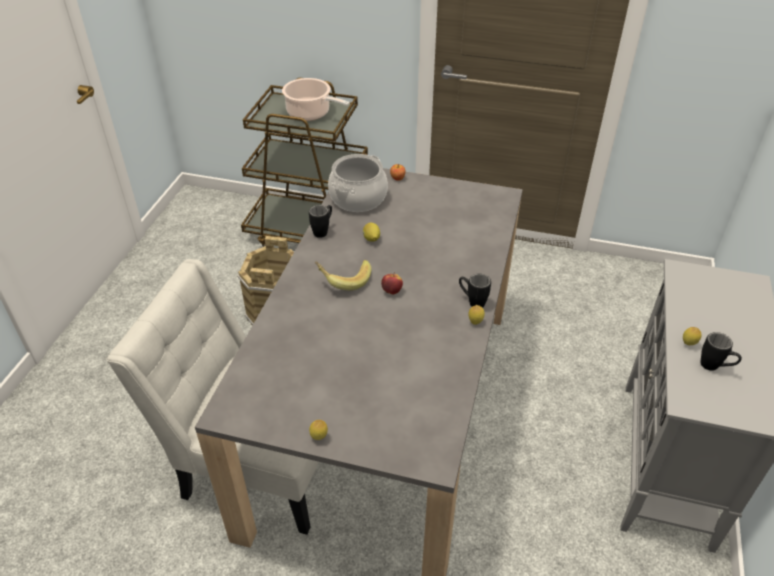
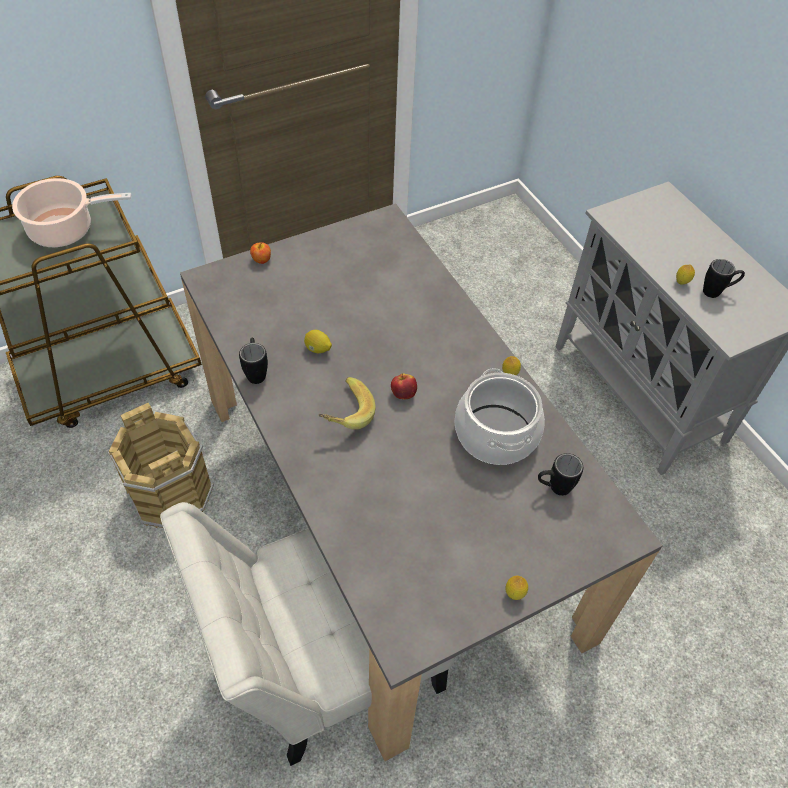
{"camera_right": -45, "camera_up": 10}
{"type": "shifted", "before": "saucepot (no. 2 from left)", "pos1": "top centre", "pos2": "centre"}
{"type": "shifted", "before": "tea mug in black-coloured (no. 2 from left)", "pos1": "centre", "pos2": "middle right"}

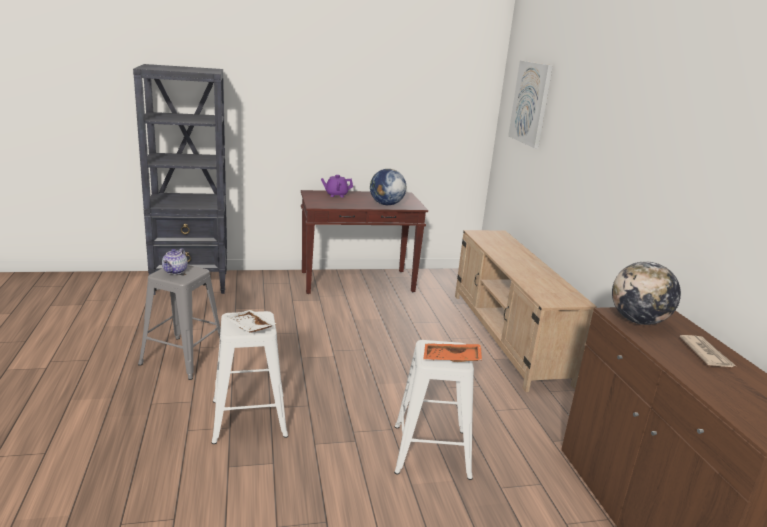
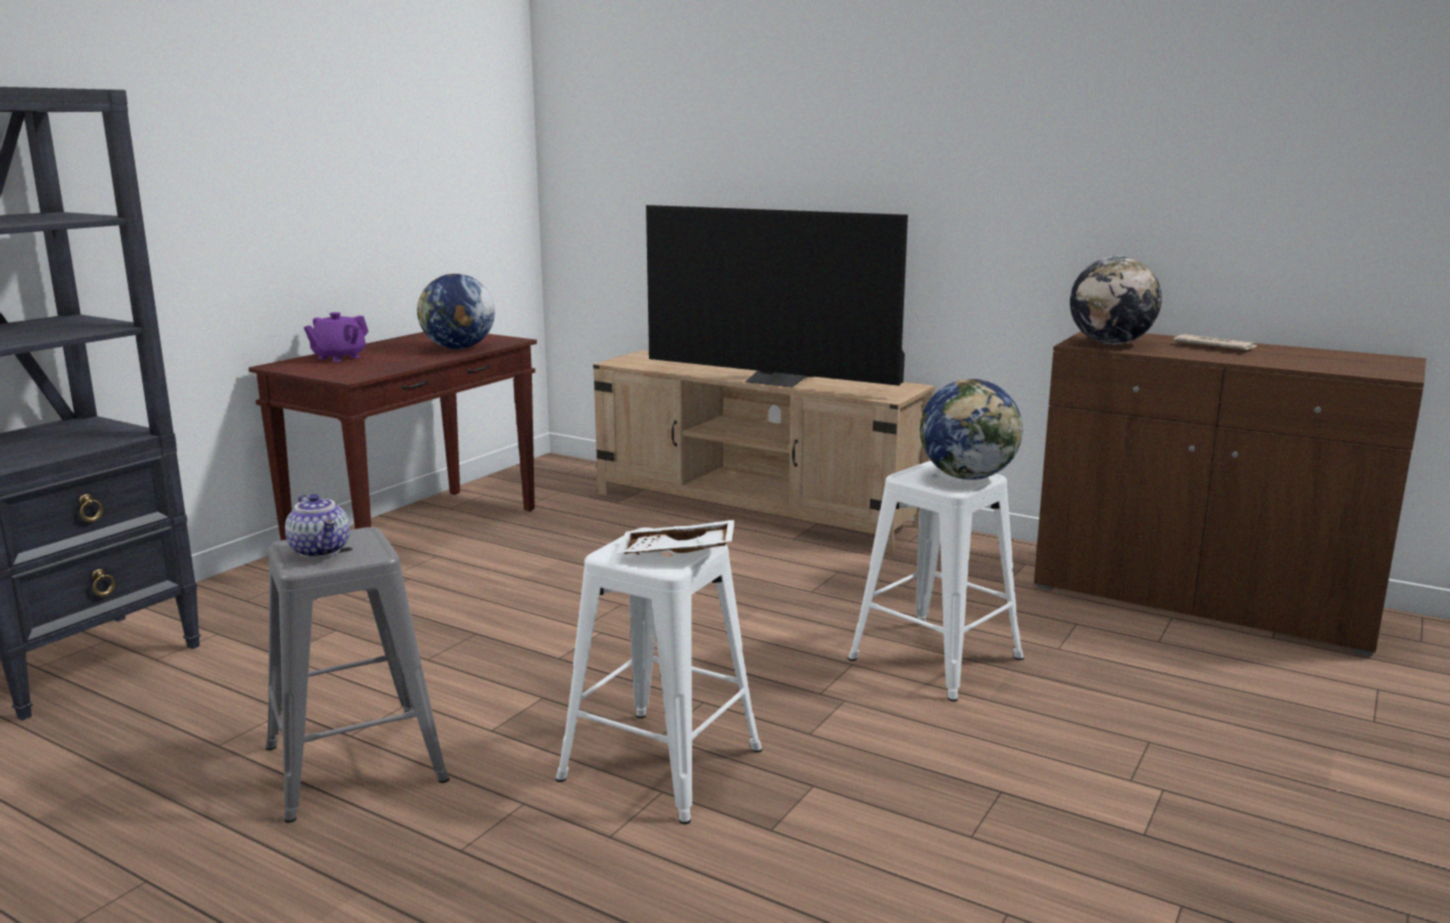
{"camera_right": -45, "camera_up": -5}
{"type": "swapped", "before": "serving tray in orange", "after": "desk globe (no. 2 from left)", "pos1": "bottom centre", "pos2": "middle right"}
{"type": "gone", "before": "wall art", "pos1": "top right"}
{"type": "new", "after": "TV", "pos2": "top centre"}

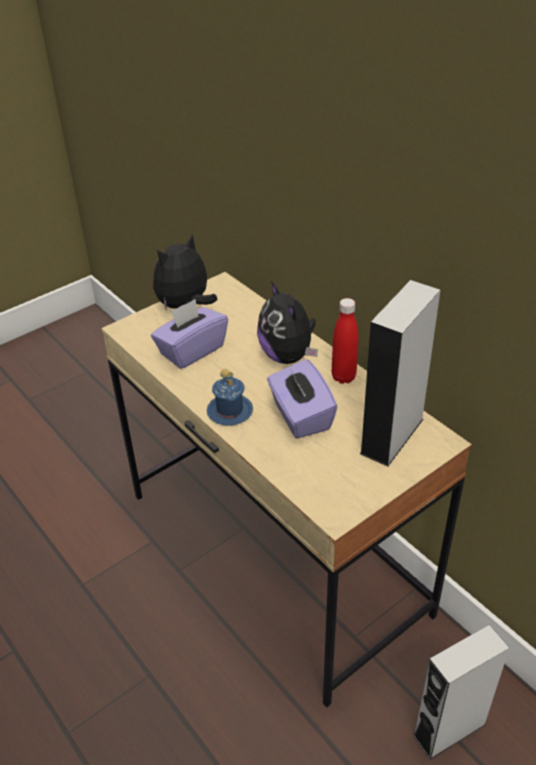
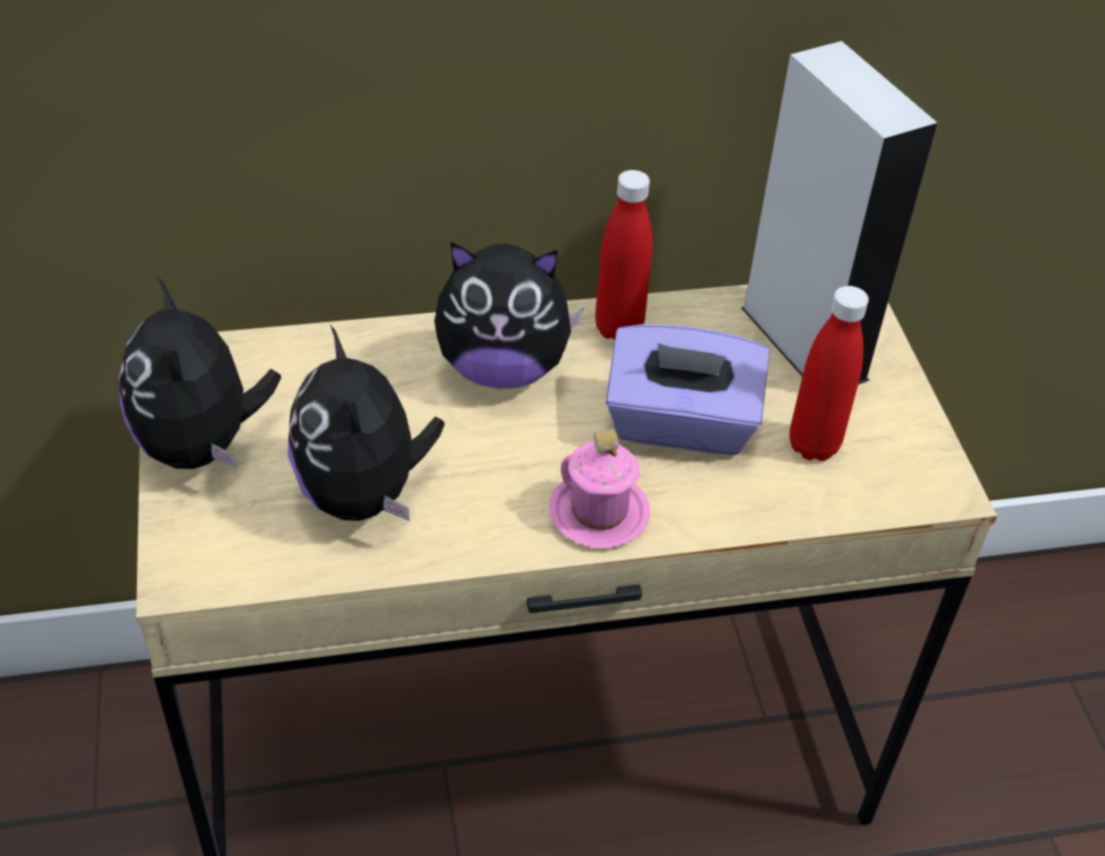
{"camera_right": -65, "camera_up": 5}
{"type": "swapped", "before": "tissue holder in purple-coloured (no. 1 from left)", "after": "soft toy (no. 2 from left)", "pos1": "centre", "pos2": "middle left"}
{"type": "repainted", "before": "tea mug in blue-coloured", "after": "tea mug in pink", "pos1": "centre", "pos2": "centre"}
{"type": "gone", "before": "audio speaker in greyish (no. 2 from left)", "pos1": "bottom right"}
{"type": "new", "after": "bottle in reddish (no. 2 from left)", "pos2": "middle right"}

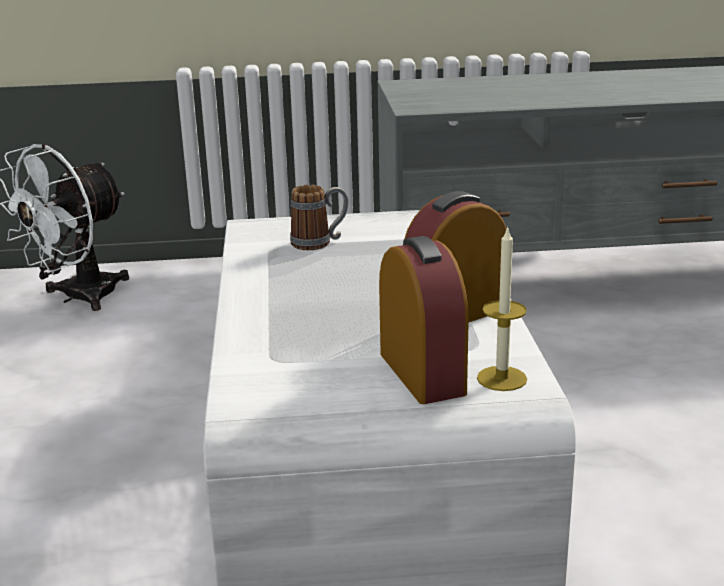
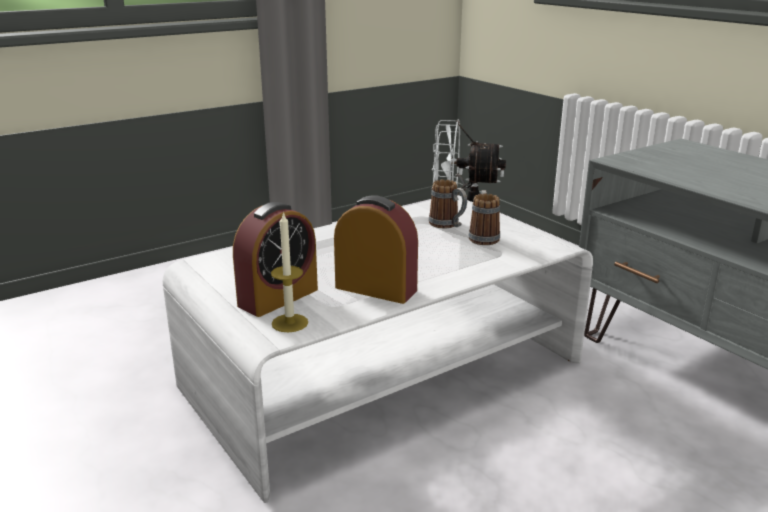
{"camera_right": 60, "camera_up": 0}
{"type": "new", "after": "tea mug (no. 2 from left)", "pos2": "centre"}

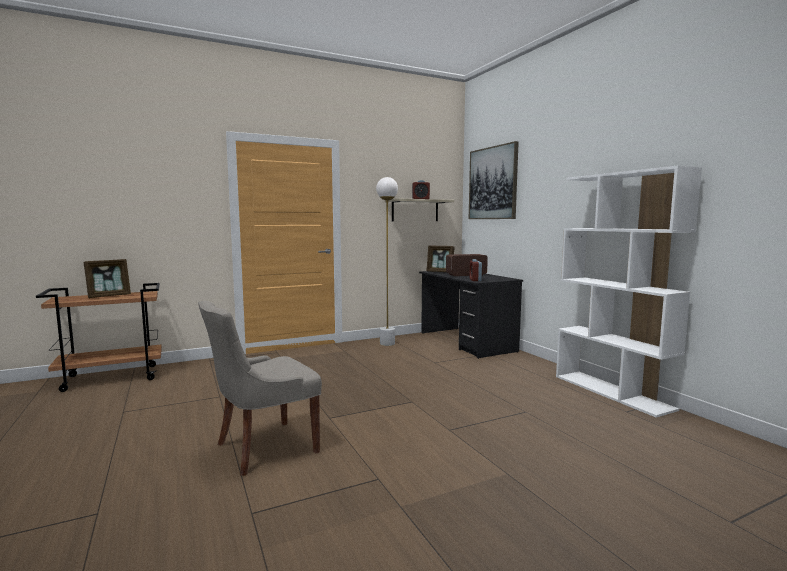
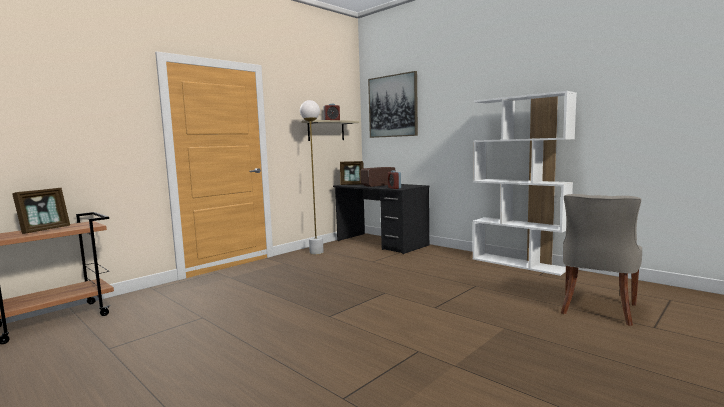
{"camera_right": -20, "camera_up": 0}
{"type": "shifted", "before": "chair in greyish", "pos1": "bottom left", "pos2": "middle right"}

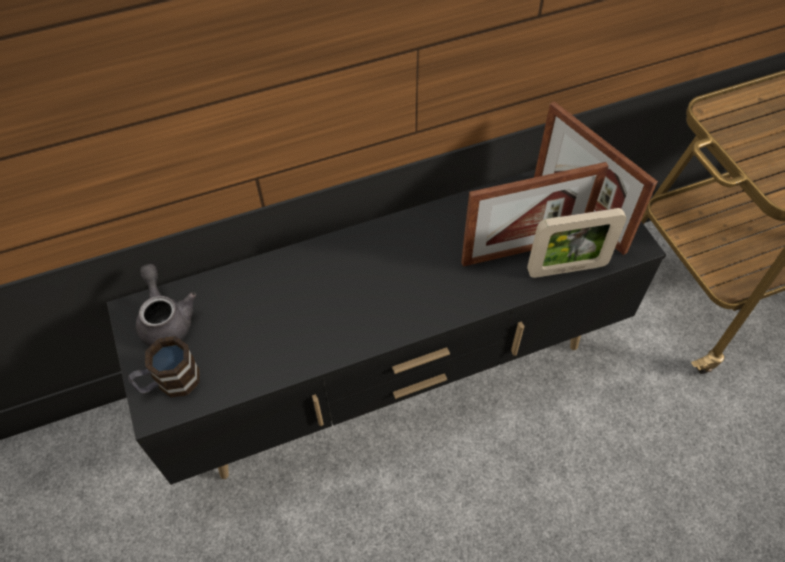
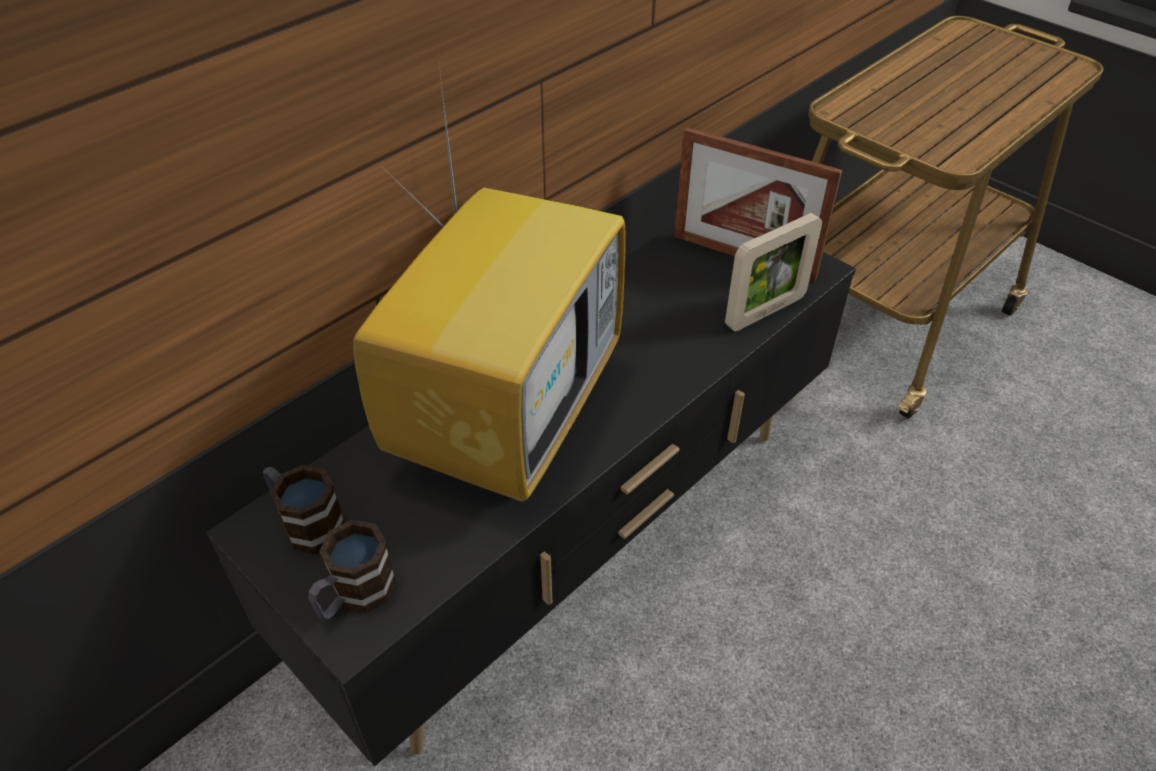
{"camera_right": -25, "camera_up": -10}
{"type": "swapped", "before": "pot for tea in greyish", "after": "tea mug (no. 1 from left)", "pos1": "middle left", "pos2": "middle left"}
{"type": "gone", "before": "standing frame (no. 1 from left)", "pos1": "middle right"}
{"type": "new", "after": "TV", "pos2": "centre"}

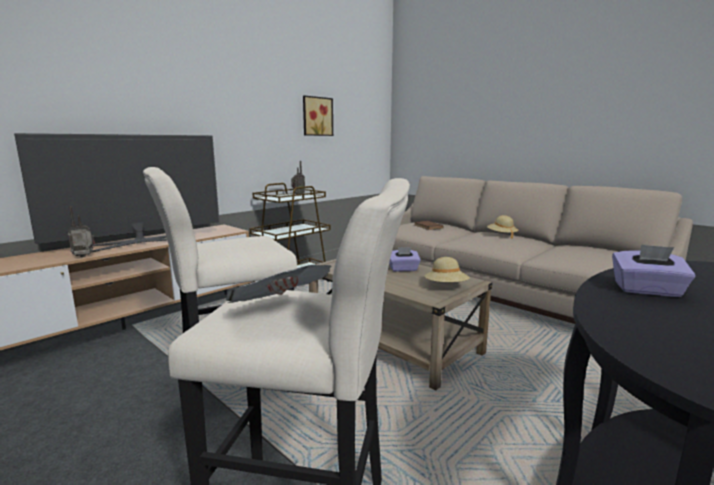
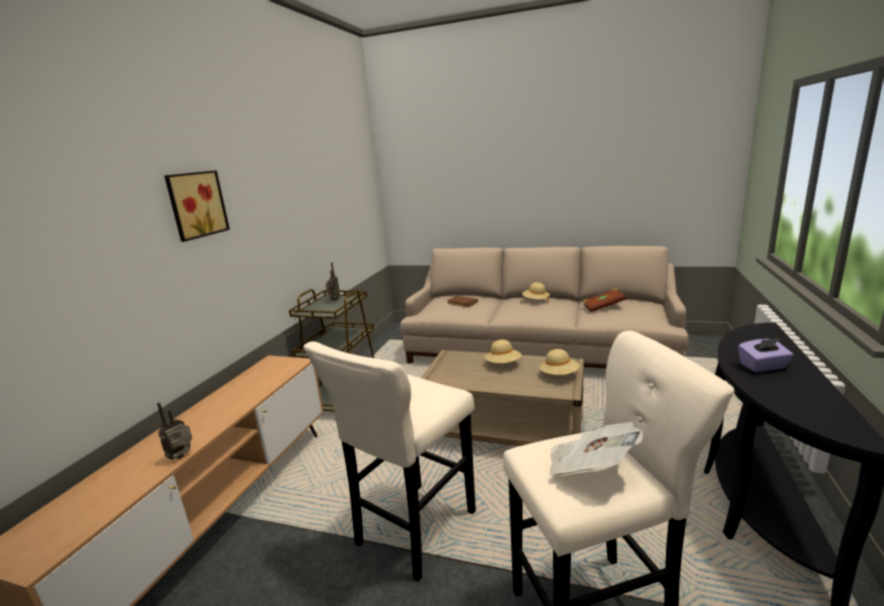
{"camera_right": -25, "camera_up": 5}
{"type": "gone", "before": "TV", "pos1": "middle left"}
{"type": "shifted", "before": "wall art", "pos1": "top centre", "pos2": "middle left"}
{"type": "swapped", "before": "tissue holder in purple-coloured (no. 1 from left)", "after": "wearable hat in beige-coloured (no. 1 from left)", "pos1": "centre", "pos2": "centre"}
{"type": "new", "after": "volume in brown-coloured (no. 2 from left)", "pos2": "middle right"}

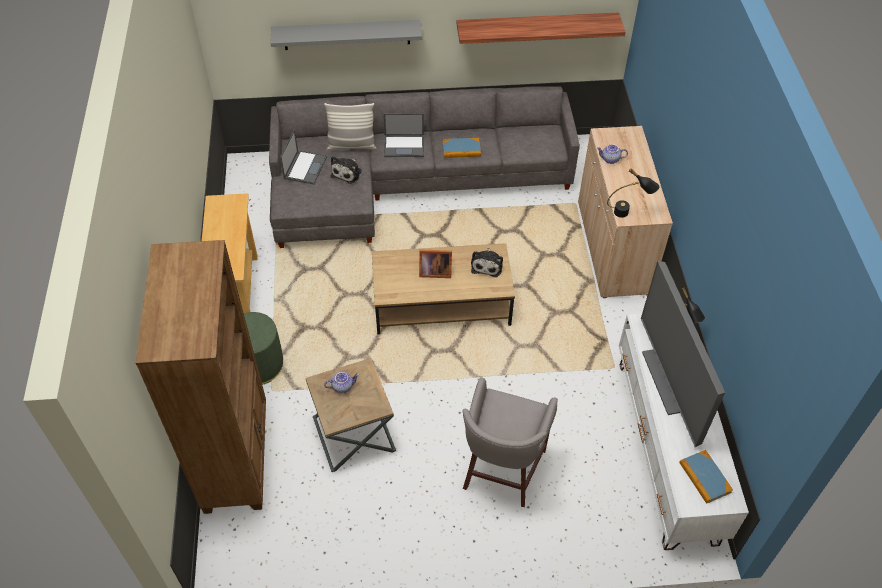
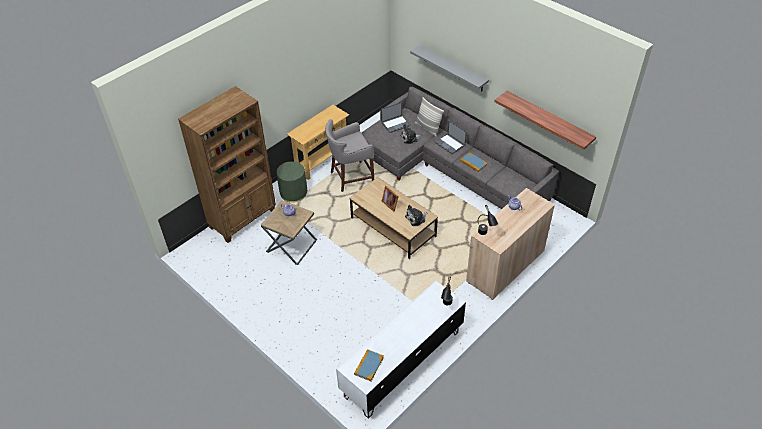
{"camera_right": 50, "camera_up": -5}
{"type": "shifted", "before": "stool seat in greyish", "pos1": "bottom centre", "pos2": "centre"}
{"type": "gone", "before": "TV", "pos1": "middle right"}

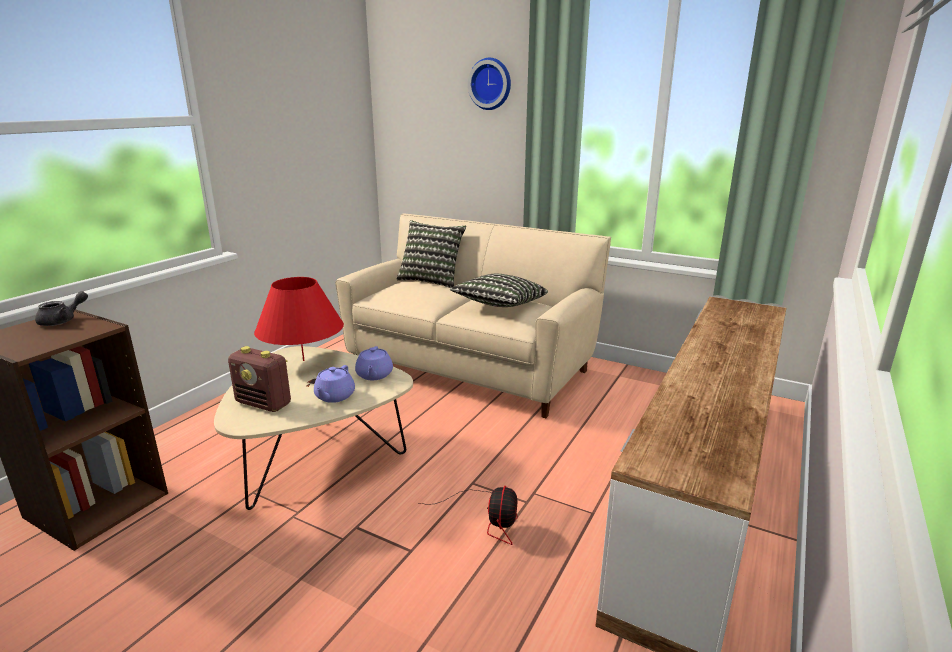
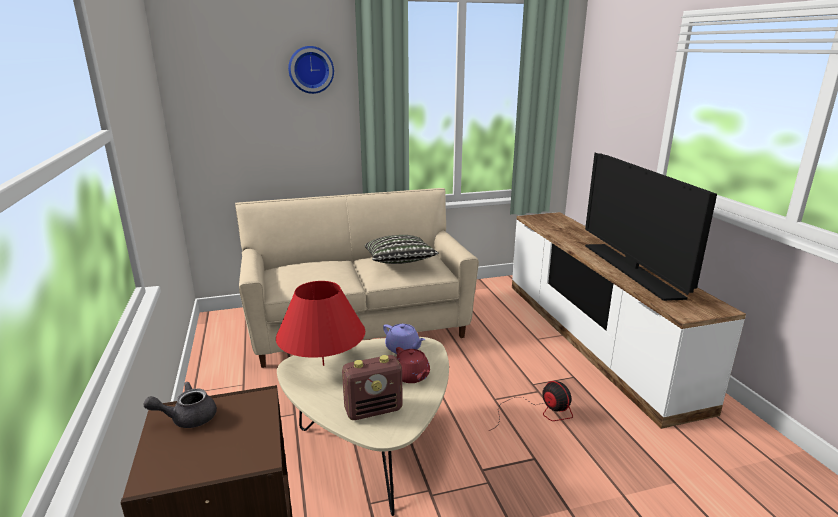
{"camera_right": -45, "camera_up": 0}
{"type": "rotated", "before": "pot for tea in greyish", "pos1": "middle left", "pos2": "bottom left", "turn": -105}
{"type": "repainted", "before": "pot for tea in purple-coloured (no. 1 from left)", "after": "pot for tea in reddish", "pos1": "centre", "pos2": "bottom centre"}
{"type": "gone", "before": "throw pillow (no. 1 from left)", "pos1": "centre"}
{"type": "new", "after": "TV", "pos2": "middle right"}

